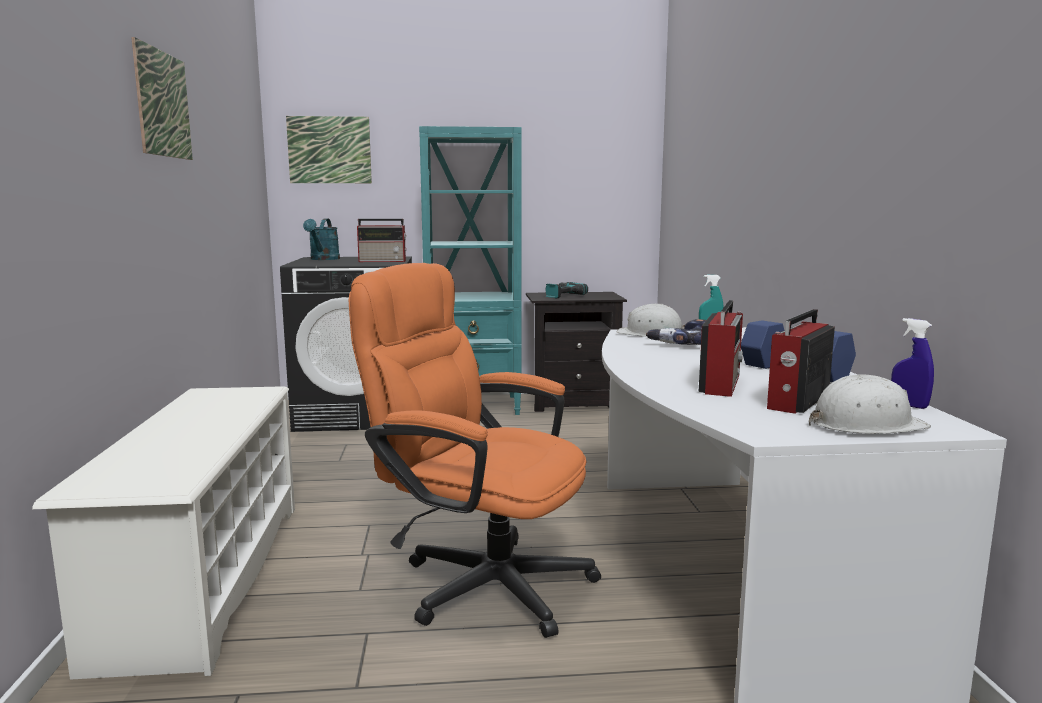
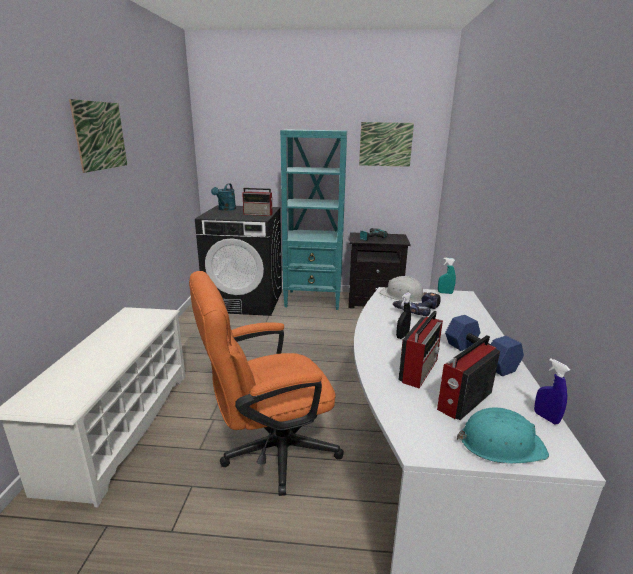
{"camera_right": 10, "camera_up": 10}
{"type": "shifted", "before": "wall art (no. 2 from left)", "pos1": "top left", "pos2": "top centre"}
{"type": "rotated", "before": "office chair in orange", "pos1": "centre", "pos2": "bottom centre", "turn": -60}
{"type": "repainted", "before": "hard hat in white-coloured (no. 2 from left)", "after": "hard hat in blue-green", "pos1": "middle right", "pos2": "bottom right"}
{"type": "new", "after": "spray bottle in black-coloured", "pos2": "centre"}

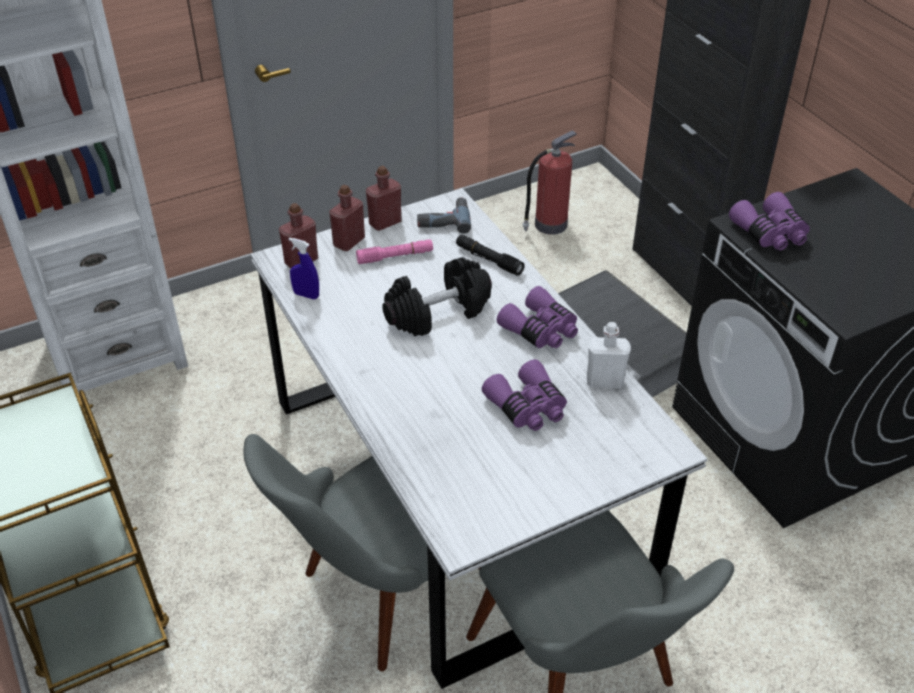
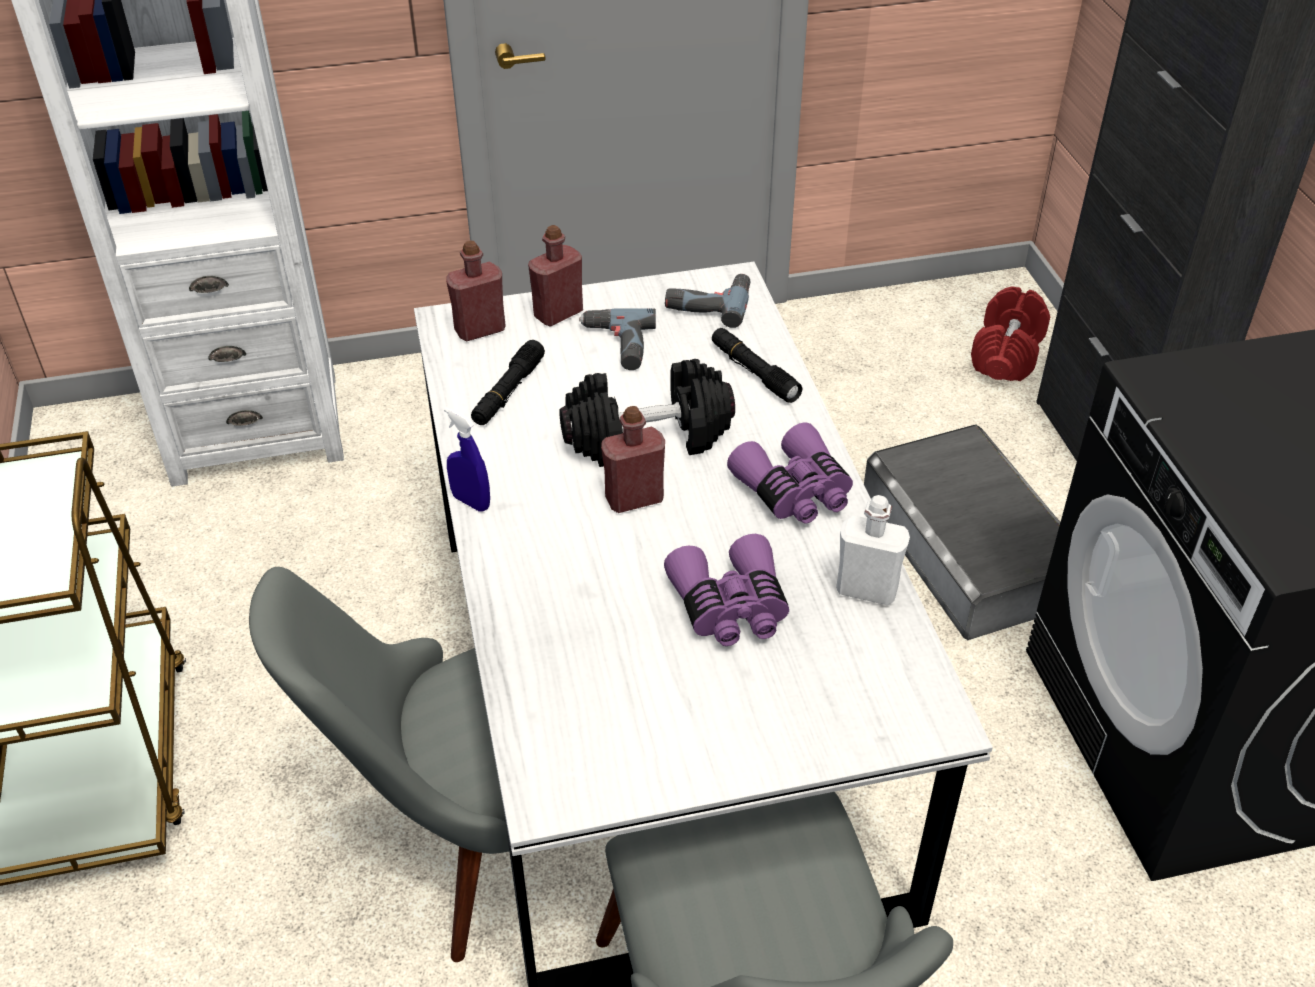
{"camera_right": 15, "camera_up": 0}
{"type": "shifted", "before": "spray bottle in blue-coloured", "pos1": "middle left", "pos2": "centre"}
{"type": "swapped", "before": "hand torch in pink", "after": "power drill (no. 1 from left)", "pos1": "centre", "pos2": "centre"}
{"type": "shifted", "before": "bottle in reddish (no. 3 from left)", "pos1": "top centre", "pos2": "centre"}
{"type": "gone", "before": "fire-fighting cylinder", "pos1": "top centre"}
{"type": "gone", "before": "pair of binoculars in purple-coloured (no. 3 from left)", "pos1": "top right"}
{"type": "new", "after": "hand torch in black-coloured (no. 1 from left)", "pos2": "centre"}
{"type": "new", "after": "free weight in reddish", "pos2": "middle right"}

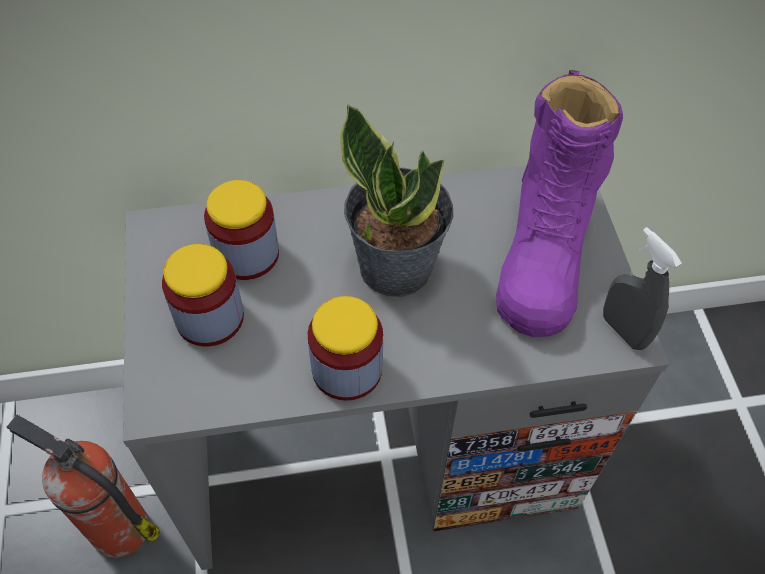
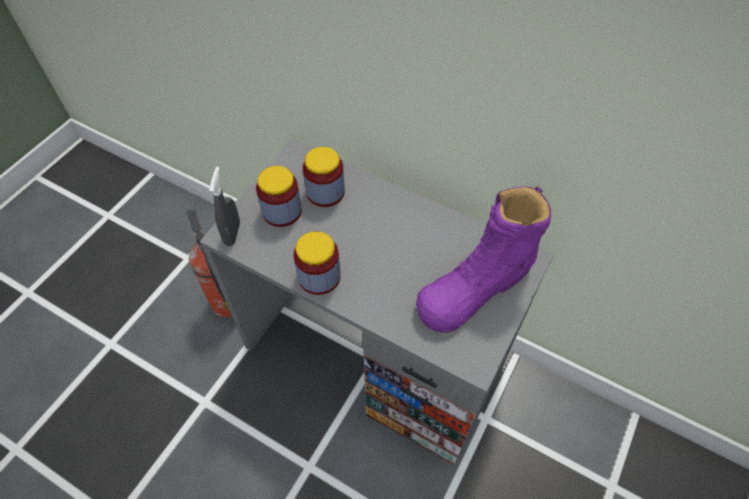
{"camera_right": 40, "camera_up": 0}
{"type": "gone", "before": "plant in a pot", "pos1": "centre"}
{"type": "shifted", "before": "spray bottle in greyish", "pos1": "middle right", "pos2": "middle left"}

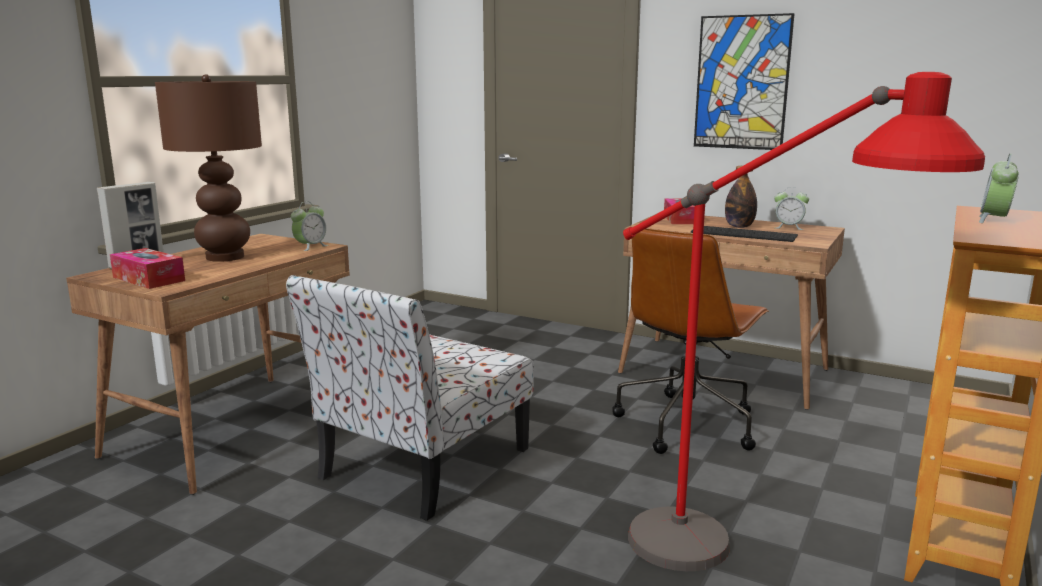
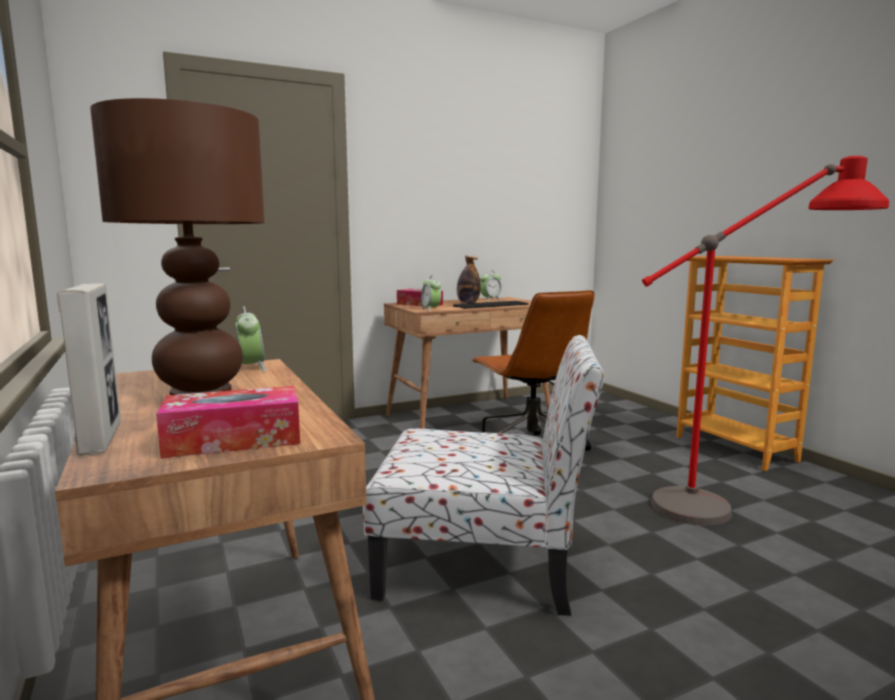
{"camera_right": -55, "camera_up": -5}
{"type": "rotated", "before": "chair", "pos1": "bottom centre", "pos2": "bottom centre", "turn": -60}
{"type": "gone", "before": "wall art", "pos1": "top right"}
{"type": "shifted", "before": "table clock (no. 3 from left in the first image)", "after": "table clock (no. 2 from left)", "pos1": "top right", "pos2": "centre"}

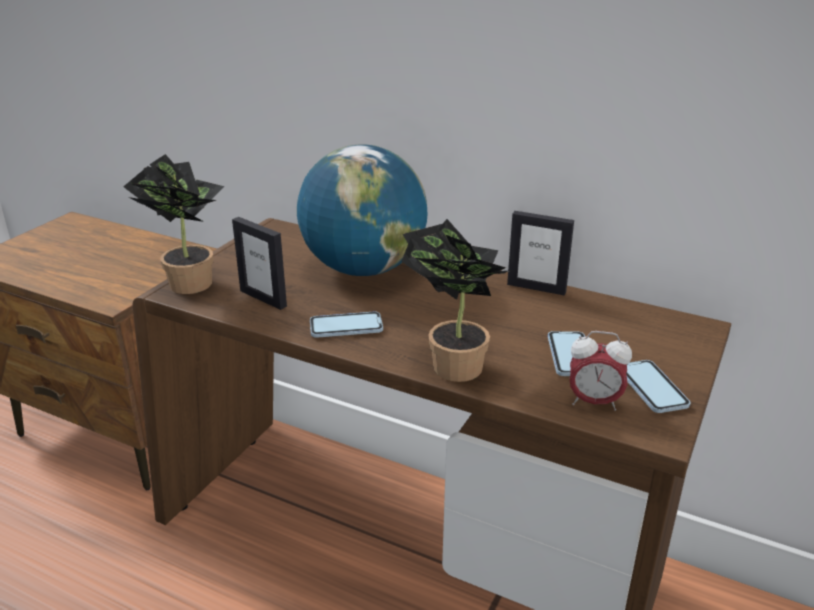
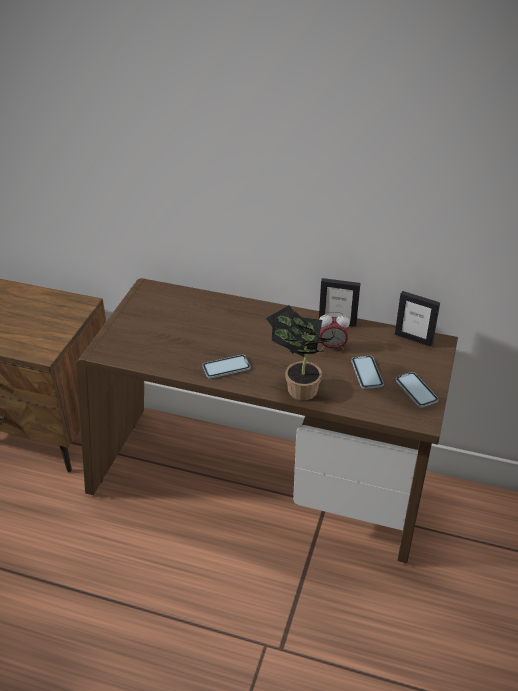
{"camera_right": -10, "camera_up": 10}
{"type": "gone", "before": "plant in a pot (no. 1 from left)", "pos1": "middle left"}
{"type": "shifted", "before": "standing frame (no. 1 from left in the first image)", "after": "standing frame (no. 2 from left)", "pos1": "middle left", "pos2": "middle right"}
{"type": "gone", "before": "desk globe", "pos1": "centre"}
{"type": "shifted", "before": "table clock", "pos1": "middle right", "pos2": "centre"}

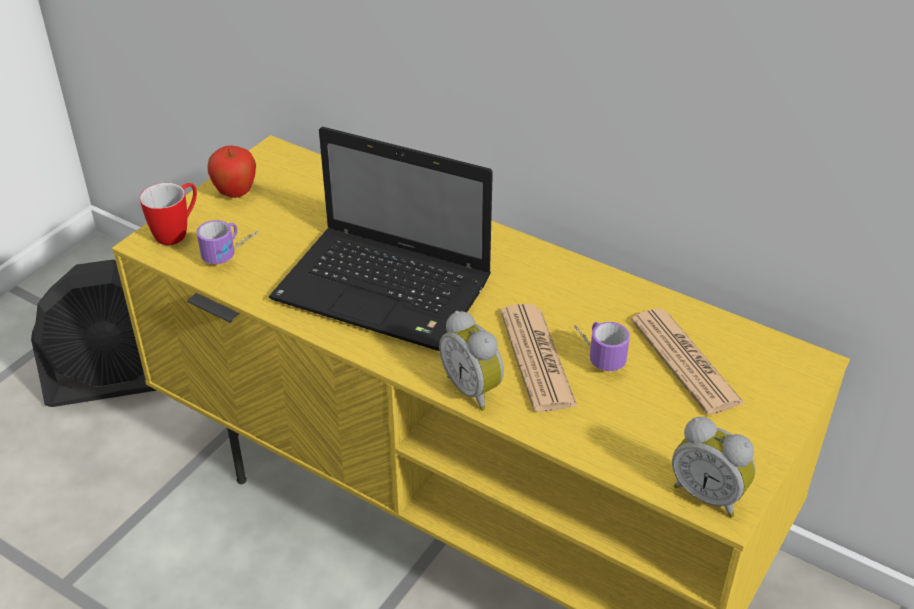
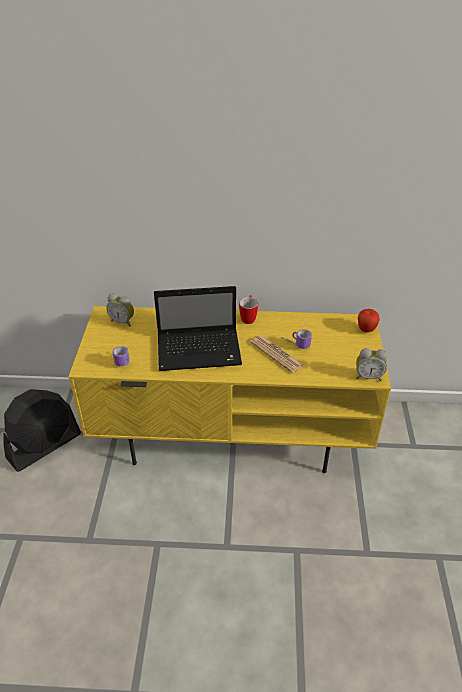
{"camera_right": -30, "camera_up": 0}
{"type": "shifted", "before": "tea mug (no. 1 from left in the first image)", "after": "tea mug (no. 2 from left)", "pos1": "middle left", "pos2": "centre"}
{"type": "shifted", "before": "apple", "pos1": "top left", "pos2": "middle right"}
{"type": "shifted", "before": "table clock (no. 1 from left)", "pos1": "centre", "pos2": "middle left"}
{"type": "gone", "before": "printed paper (no. 2 from left)", "pos1": "middle right"}

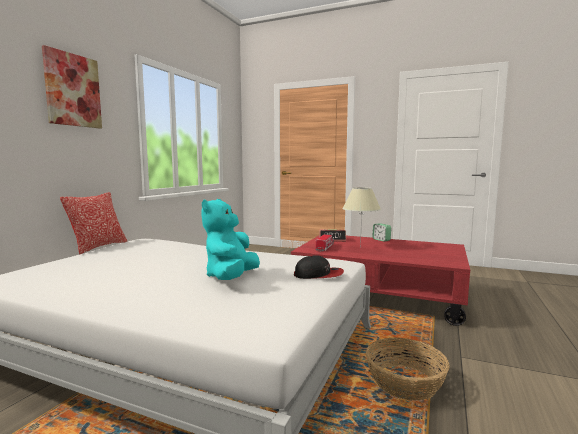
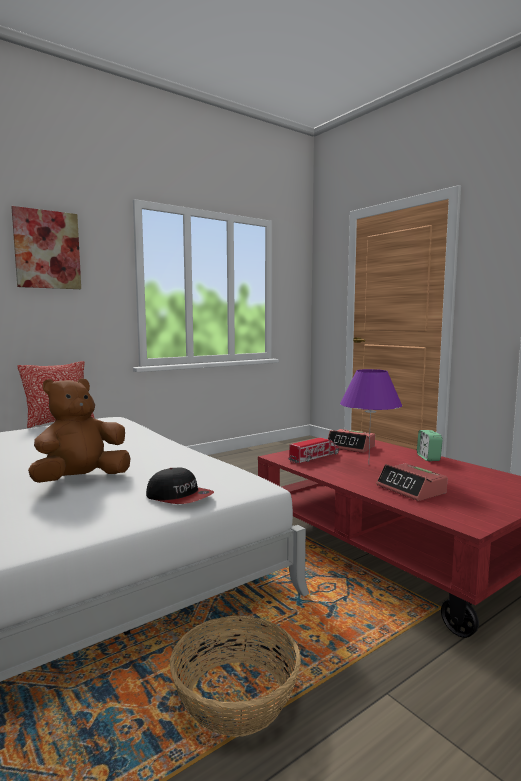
{"camera_right": 30, "camera_up": 0}
{"type": "repainted", "before": "soft toy in blue-green", "after": "soft toy in brown-coloured", "pos1": "centre", "pos2": "middle left"}
{"type": "repainted", "before": "tabletop lamp in beige-coloured", "after": "tabletop lamp in purple-coloured", "pos1": "centre", "pos2": "middle right"}
{"type": "new", "after": "table clock (no. 2 from left)", "pos2": "middle right"}

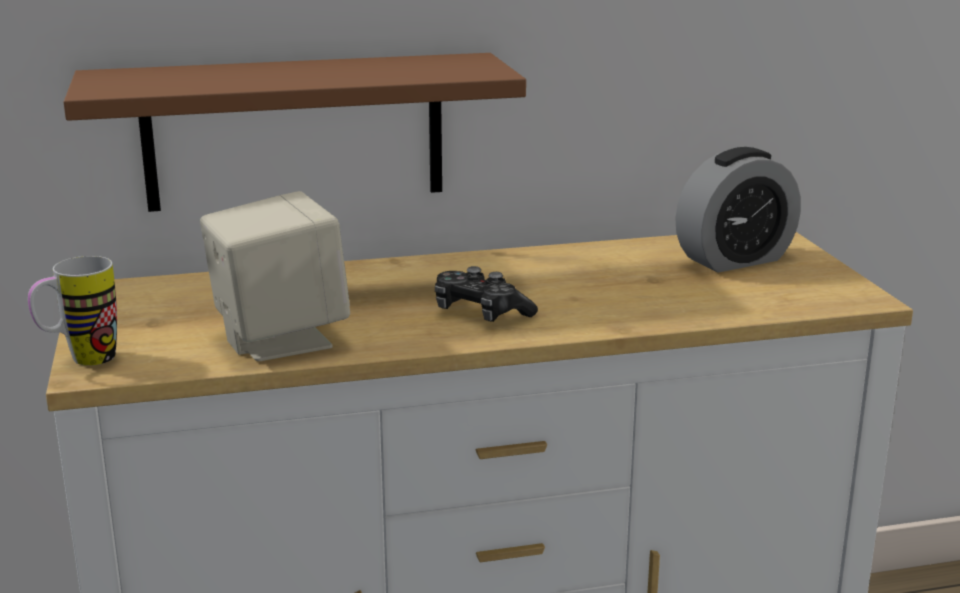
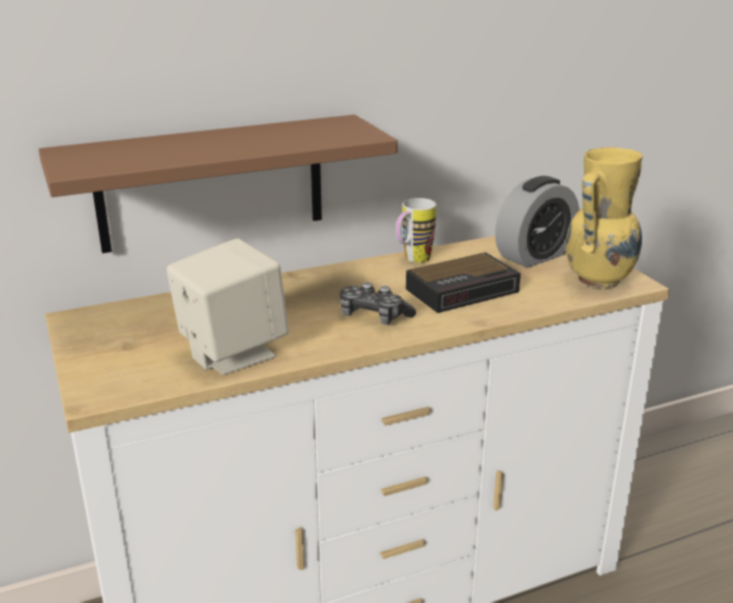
{"camera_right": -10, "camera_up": 5}
{"type": "shifted", "before": "tea mug", "pos1": "middle left", "pos2": "centre"}
{"type": "new", "after": "table clock (no. 1 from left)", "pos2": "centre"}
{"type": "new", "after": "flower vase in yellow", "pos2": "middle right"}

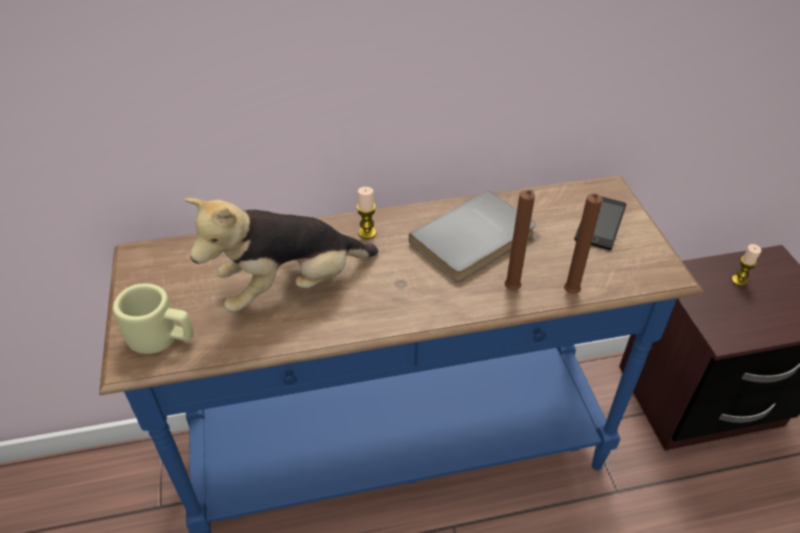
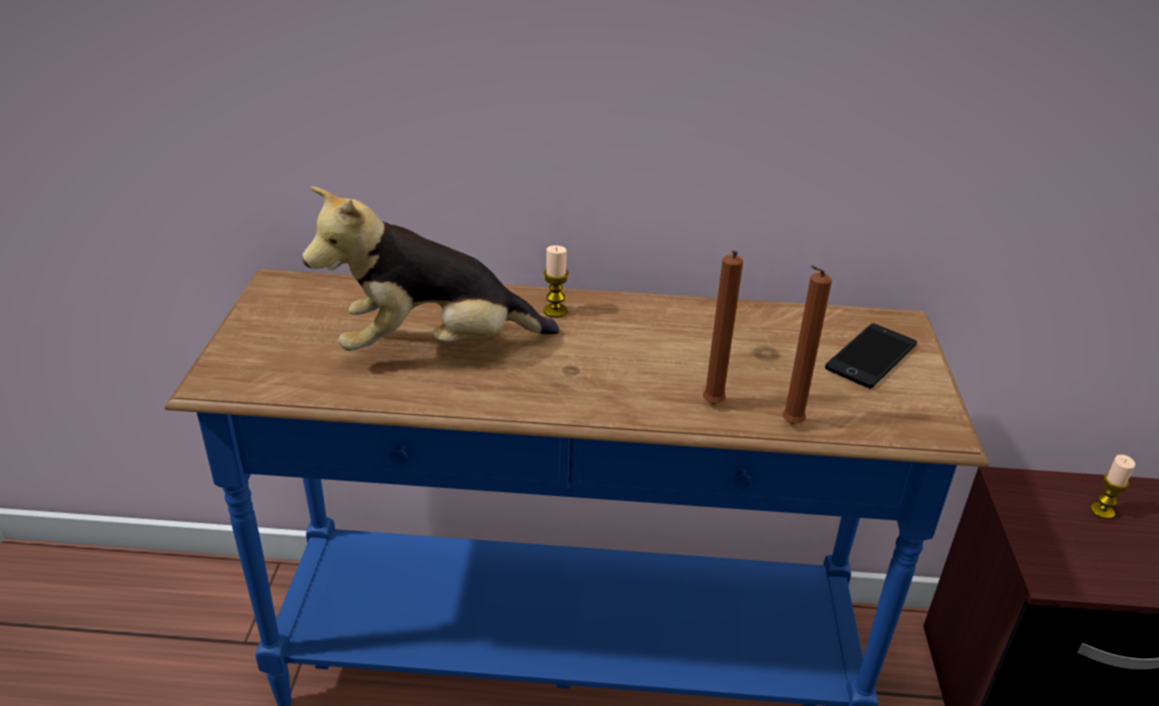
{"camera_right": 15, "camera_up": -10}
{"type": "gone", "before": "tea mug in beige-coloured", "pos1": "middle left"}
{"type": "gone", "before": "volume in greyish", "pos1": "centre"}

